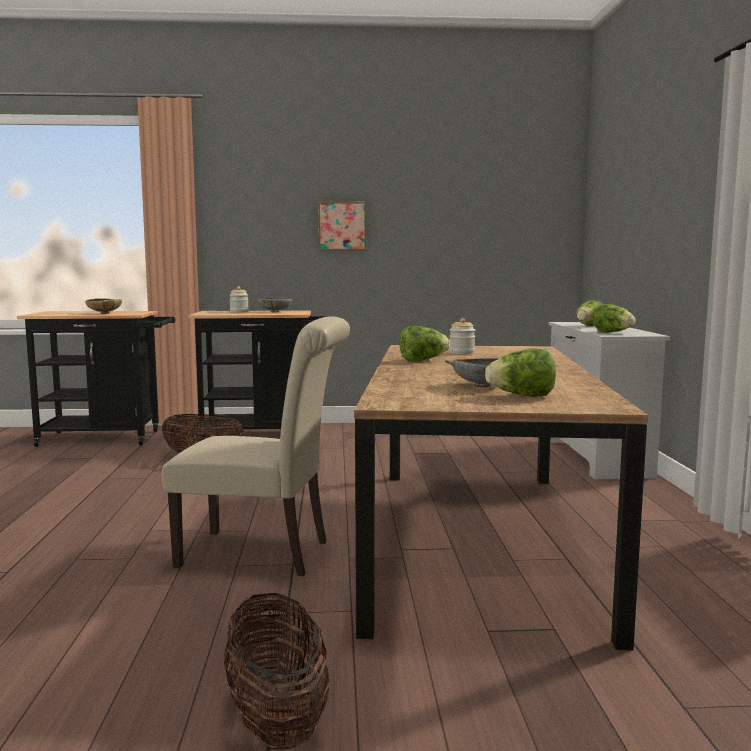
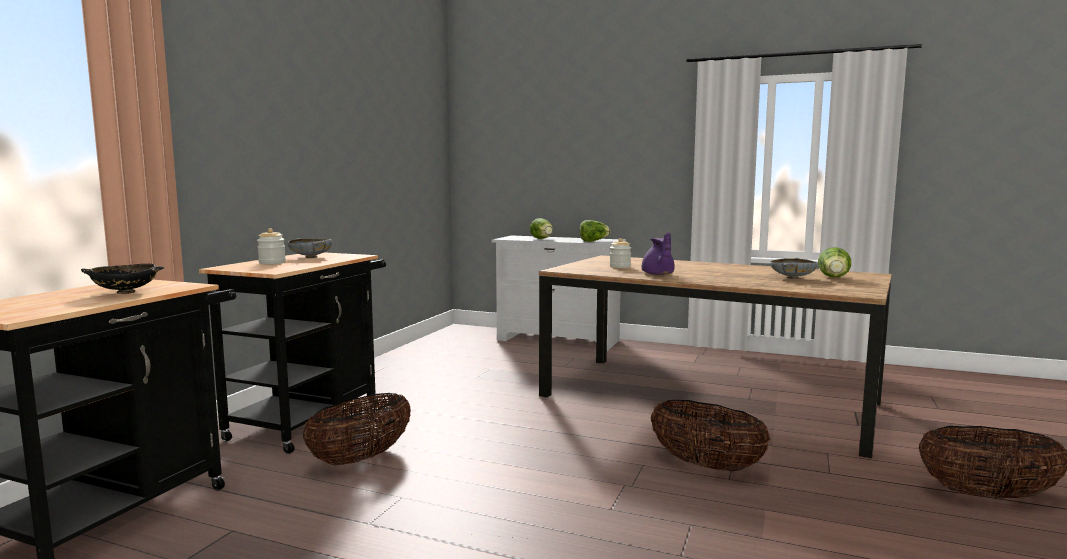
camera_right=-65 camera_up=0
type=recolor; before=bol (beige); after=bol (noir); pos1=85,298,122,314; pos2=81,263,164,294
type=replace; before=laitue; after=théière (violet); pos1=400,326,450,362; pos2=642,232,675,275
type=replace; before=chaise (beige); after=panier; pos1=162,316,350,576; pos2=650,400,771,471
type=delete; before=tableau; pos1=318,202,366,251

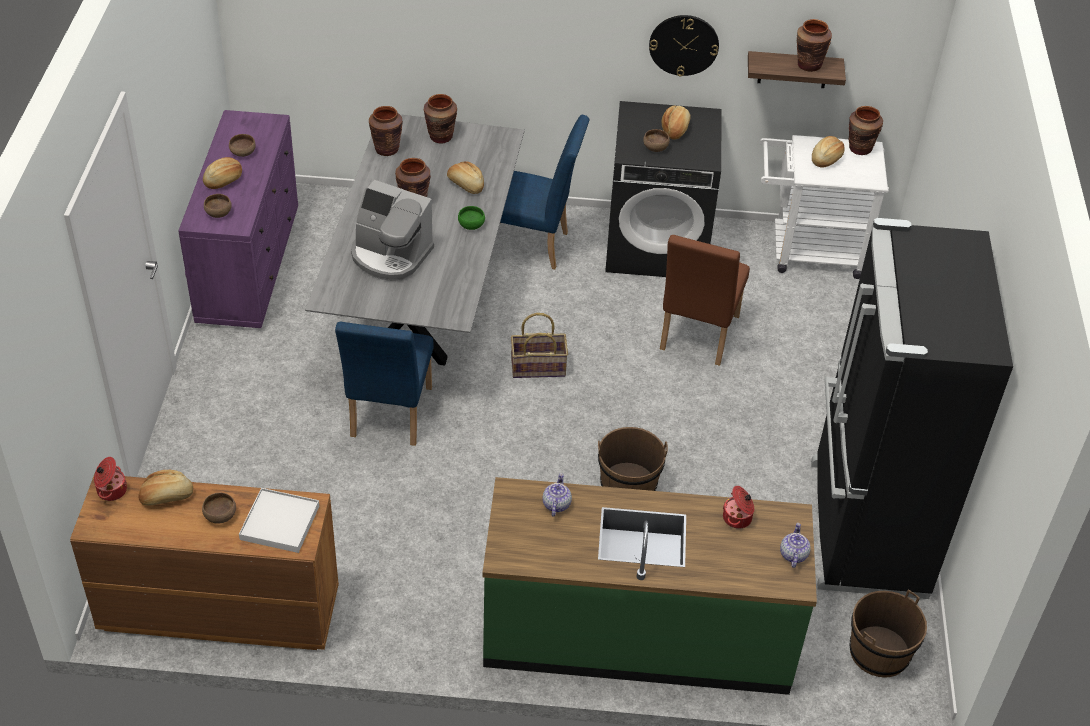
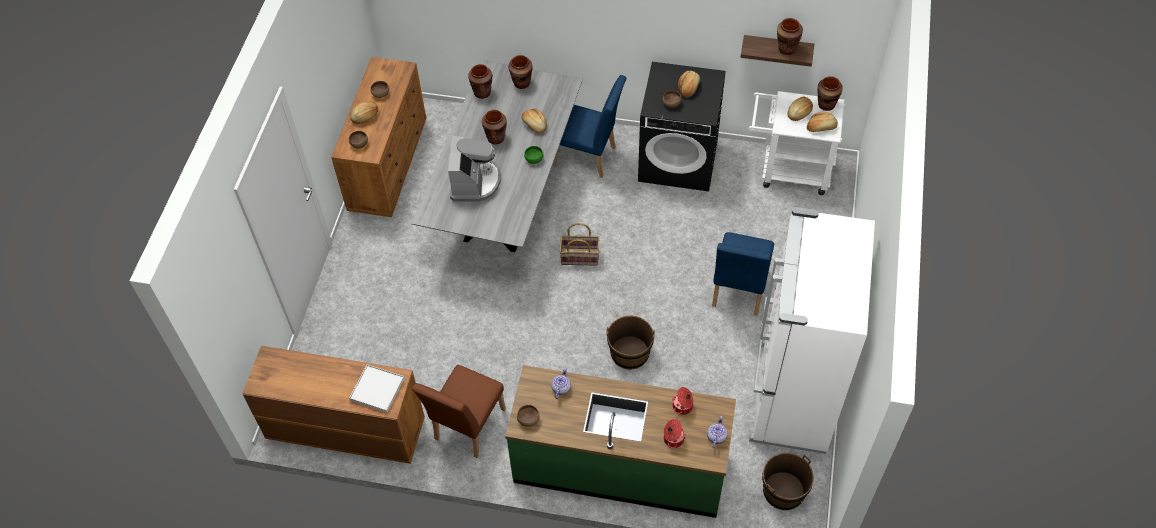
camera_right=10 camera_up=10
type=recolor; before=commode (violet); after=commode (marron); pos1=178,110,298,328; pos2=331,57,426,217
type=move; before=chaise (marron); pos1=660,235,750,366; pos2=412,365,506,458
type=rotate; before=machine à café; pos1=351,180,434,281; pos2=448,136,501,202; turn=-120
type=move; before=bol (marron); pos1=202,493,236,524; pos2=517,405,539,427
type=move; before=marmite; pos1=94,457,127,501; pos2=664,419,685,448
type=move; before=chaise (bleu); pos1=335,321,433,446; pos2=712,232,774,316
type=recolor; before=réfrigérateur (noir); after=réfrigérateur (blanc); pos1=811,218,1013,599; pos2=749,207,875,454
type=move; before=pain; pos1=138,470,193,506; pos2=807,112,838,132
type=delete; before=horloge murale; pos1=649,15,719,77

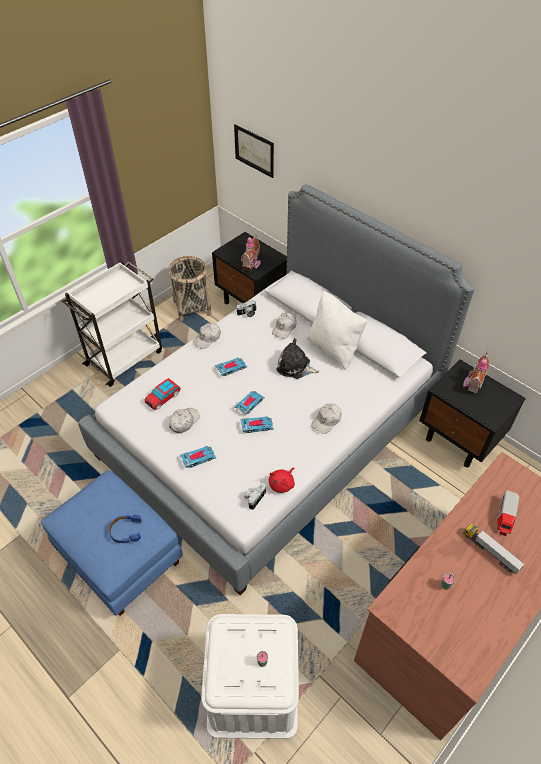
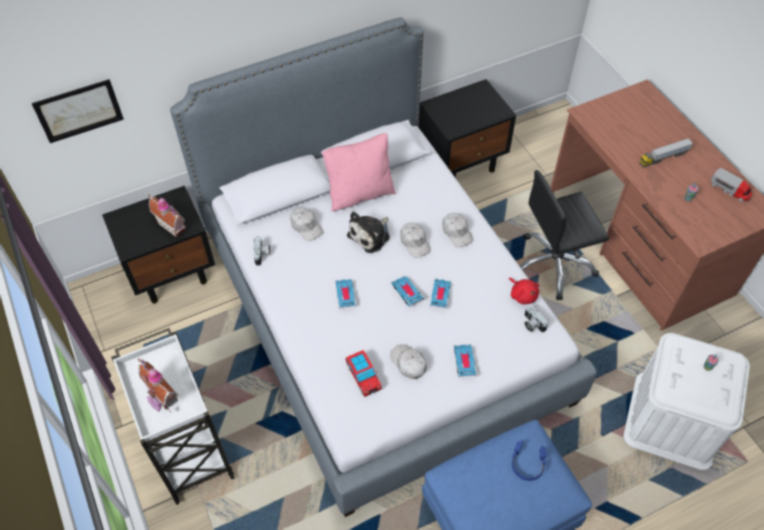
camera_right=-70 camera_up=5
type=move; before=maison miniature; pos1=463,351,489,394; pos2=138,359,179,412
type=recolor; before=coussin (blanc); after=coussin (rose); pos1=307,291,367,370; pos2=322,133,396,211
type=move; before=casquette (blanc); pos1=193,323,221,349; pos2=400,222,431,258
type=insert; after=chaise de bureau (noir); pos2=520,170,609,300
type=move; before=camion jouet; pos1=495,490,519,536; pos2=711,168,752,202
type=delete; before=panier; pos1=168,256,212,321

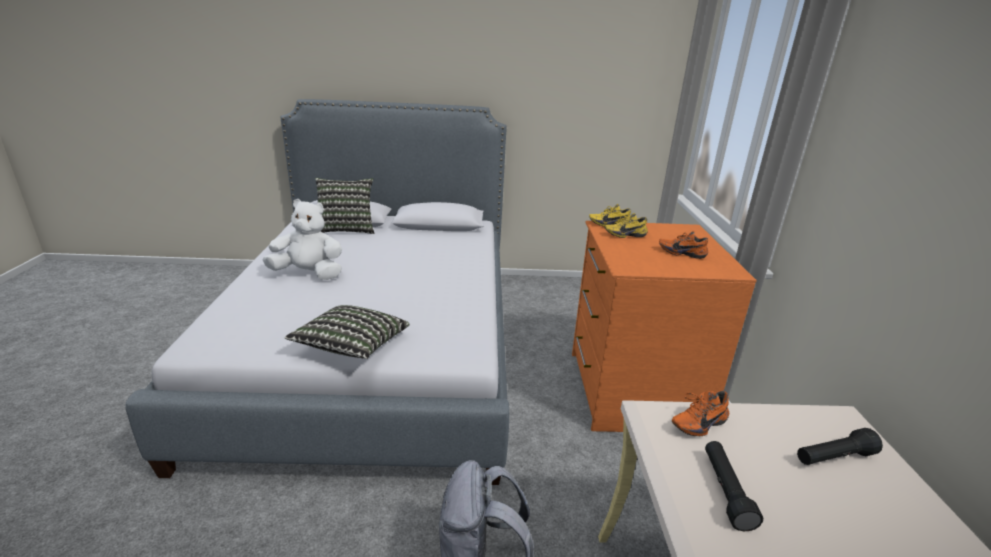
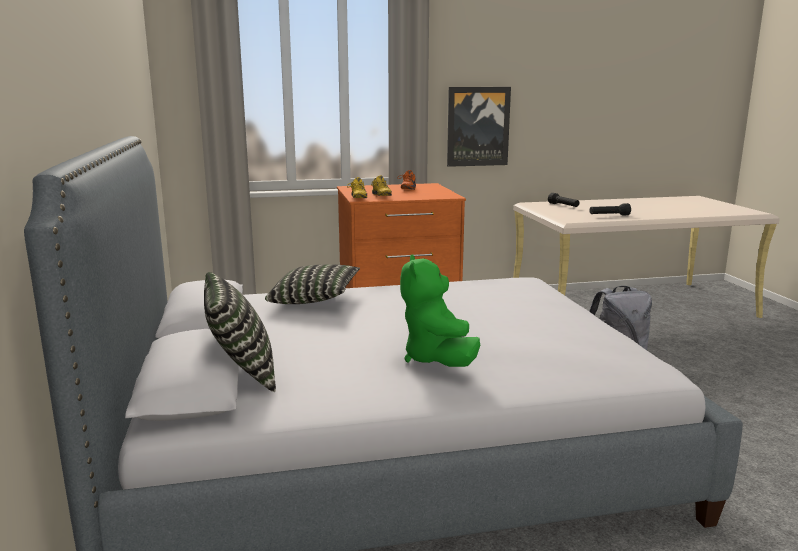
camera_right=-100 camera_up=-10
type=move; before=coussin; pos1=284,305,410,359; pos2=265,264,360,304
type=recolor; before=peluche (blanc); after=peluche (vert); pos1=263,199,342,280; pos2=400,254,480,367
type=insert; after=tableau; pos2=447,87,511,167
type=delete; before=chaussure (orange); pos1=672,390,729,436

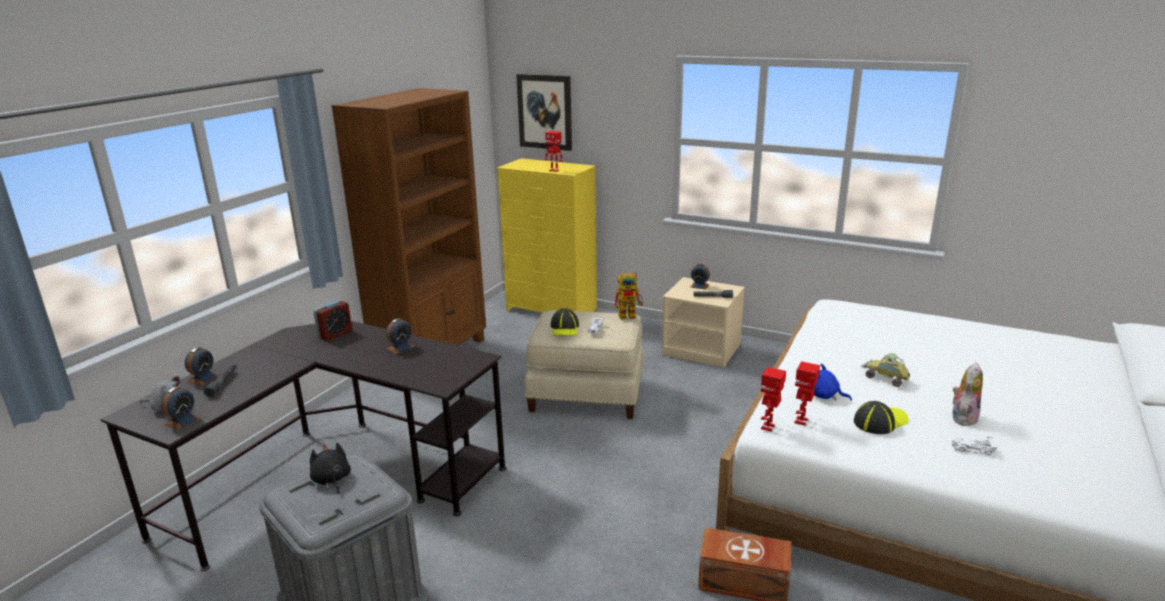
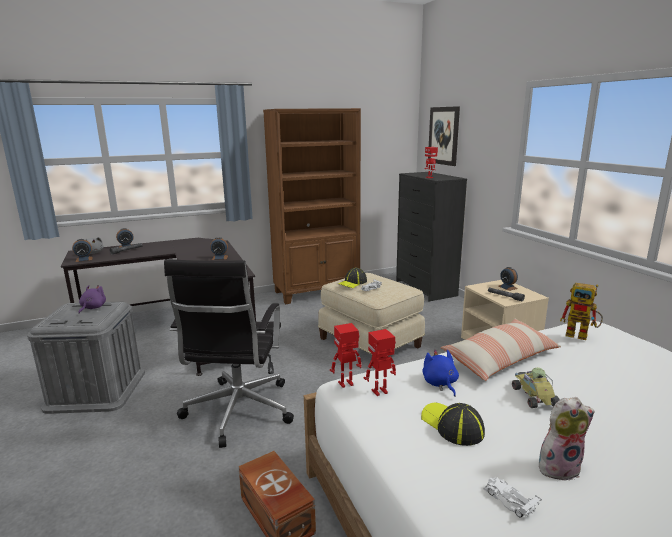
camera_right=40 camera_up=-5
type=recolor; before=peluche (noir); after=peluche (violet); pos1=310,443,351,494; pos2=78,285,106,314
type=insert; after=chaise de bureau (noir); pos2=164,259,294,448
type=recolor; before=commode (jaune); after=commode (noir); pos1=497,158,597,313; pos2=396,172,467,301
type=rotate; before=casquette; pos1=854,401,909,434; pos2=421,402,485,446; turn=-135
type=insert; after=coussin; pos2=441,319,561,381
type=move; before=robot jouet; pos1=614,272,643,319; pos2=560,283,603,340
type=delete; before=réveil; pos1=313,300,352,341

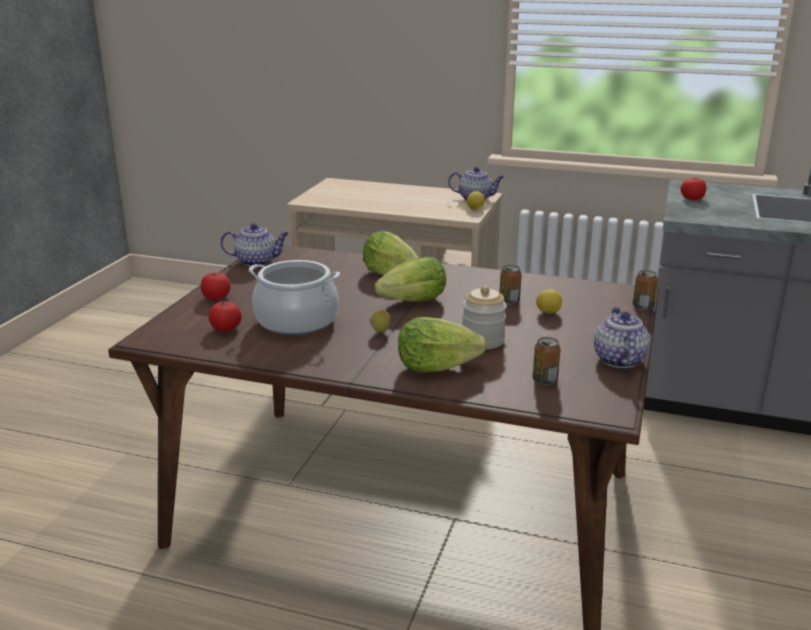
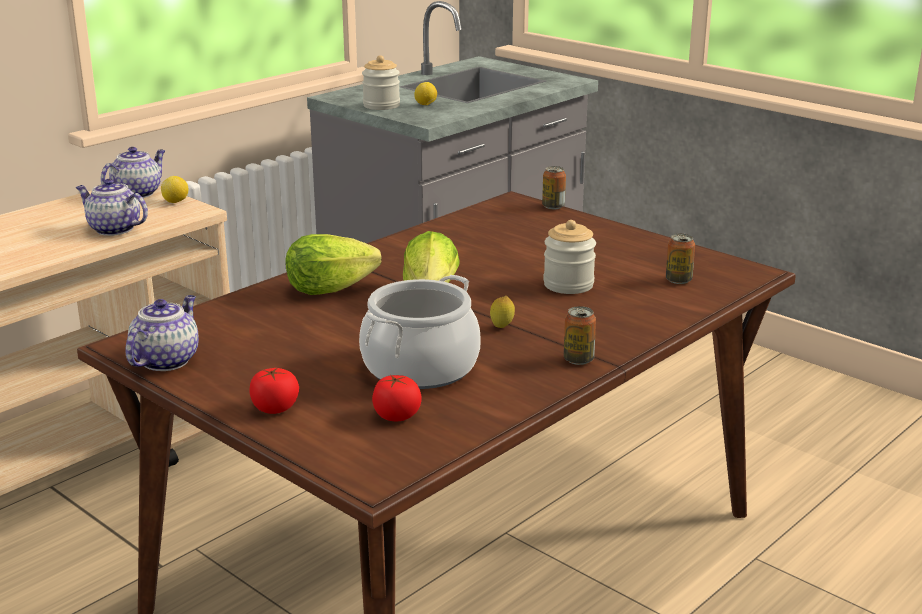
camera_right=-65 camera_up=0
type=move; before=théière; pos1=594,307,650,368; pos2=76,179,148,236
type=replace; before=tomate; after=bocal; pos1=681,178,706,200; pos2=362,55,400,110
type=move; before=citron; pos1=536,289,562,314; pos2=414,82,437,105
type=move; before=boîte métallique; pos1=499,265,522,304; pos2=564,306,596,365
type=delete; before=laitue; pos1=398,317,486,372

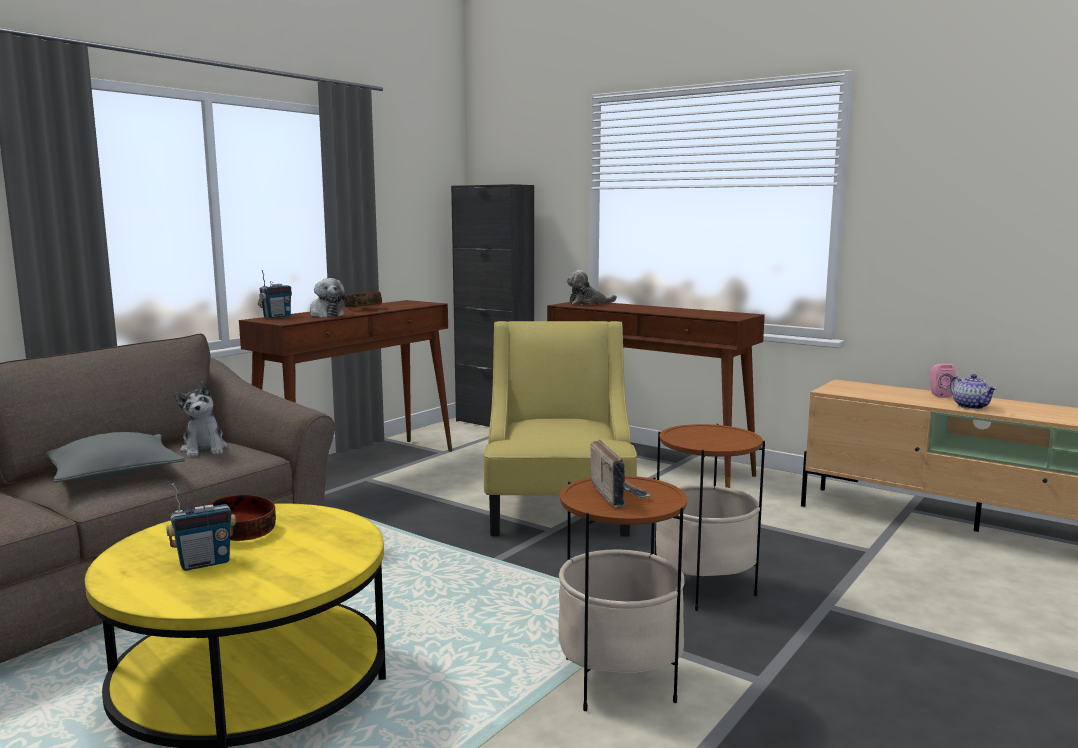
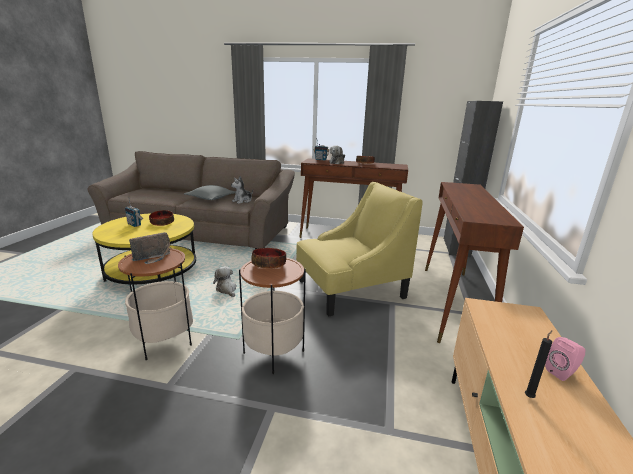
camera_right=65 camera_up=10
type=move; before=peluche; pos1=567,270,617,305; pos2=213,266,237,297
type=insert; after=bol; pos2=251,248,286,269
type=replace; before=théière; after=bougie (noir); pos1=950,374,997,409; pos2=525,330,552,398

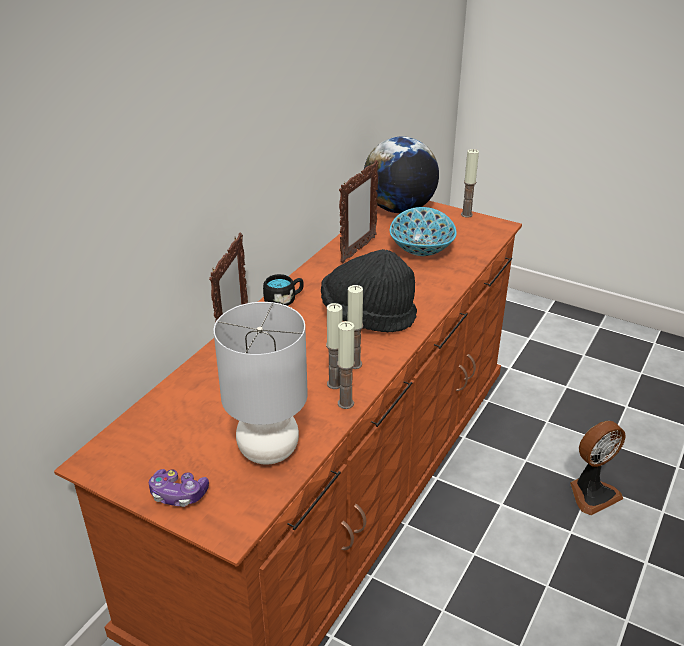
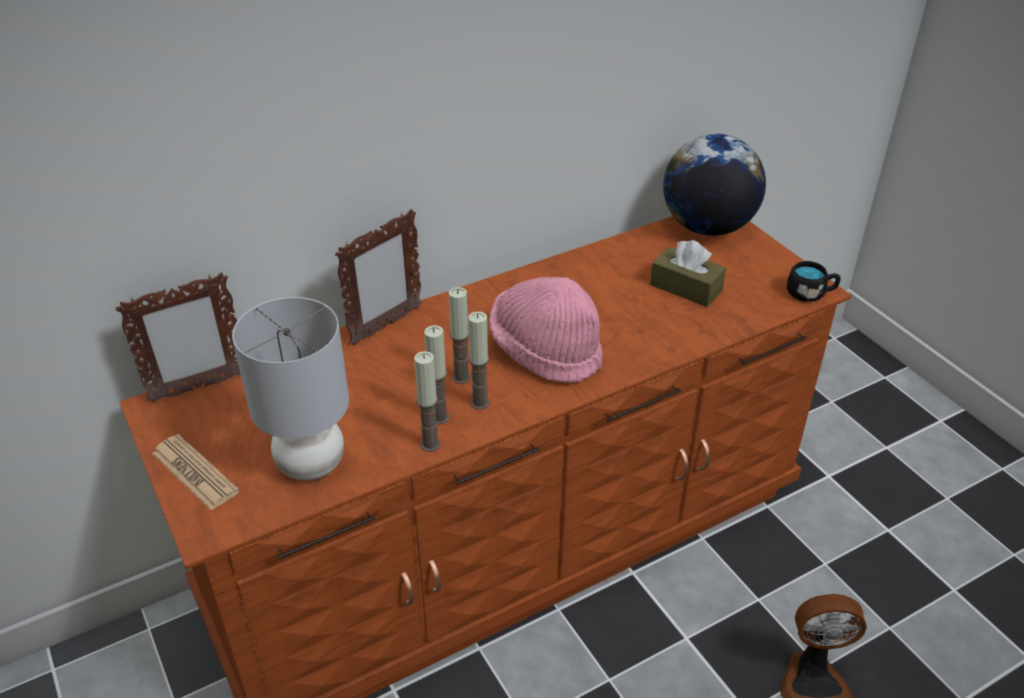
camera_right=30 camera_up=5
type=move; before=cadre photo; pos1=339,160,379,263; pos2=115,273,241,403
type=replace; before=manette; after=journal; pos1=149,469,209,507; pos2=152,434,240,511
type=move; before=bougie; pos1=461,149,479,218; pos2=449,287,471,384
type=recolor; before=chapeau (noir); after=chapeau (rose); pos1=321,249,417,332; pos2=489,277,603,383
type=replace; before=bol; after=boîte à mouchoirs (marron); pos1=390,207,457,256; pos2=650,240,726,307
type=move; before=mug (noir); pos1=263,274,303,306; pos2=787,261,841,302

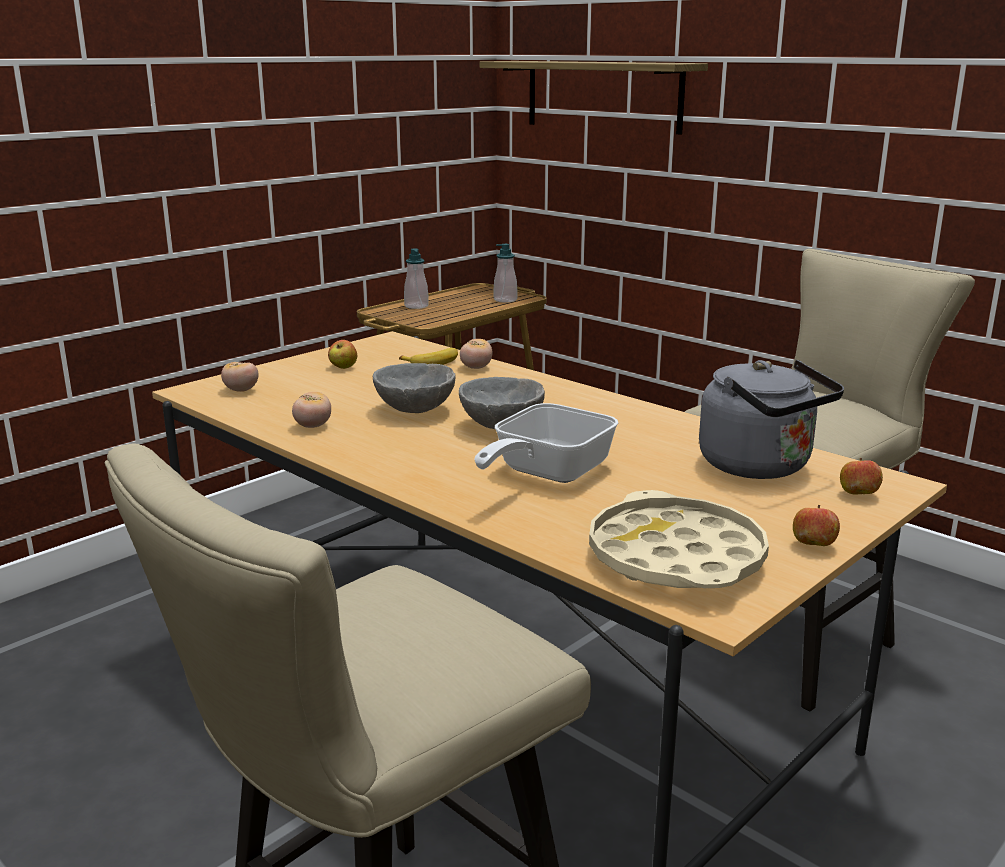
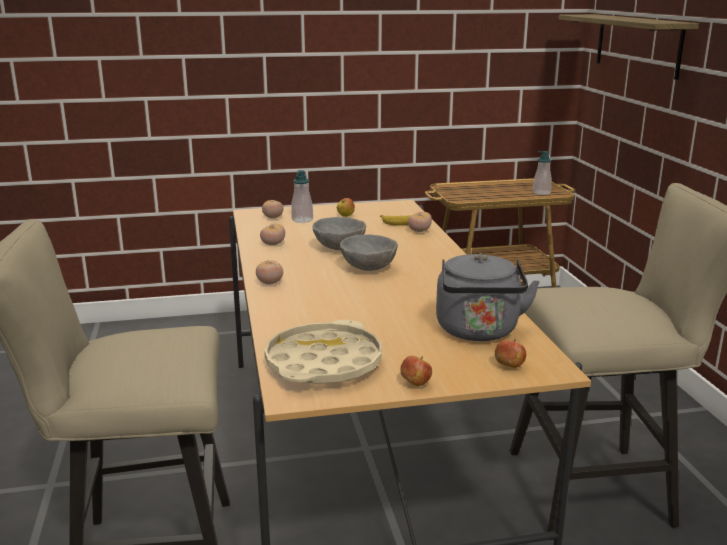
camera_right=35 camera_up=0
type=insert; after=tomate; pos2=256,260,283,285
type=move; before=distributeur de savon; pos1=404,249,429,309; pos2=291,170,313,223
type=delete; before=poêle; pos1=474,403,618,483

